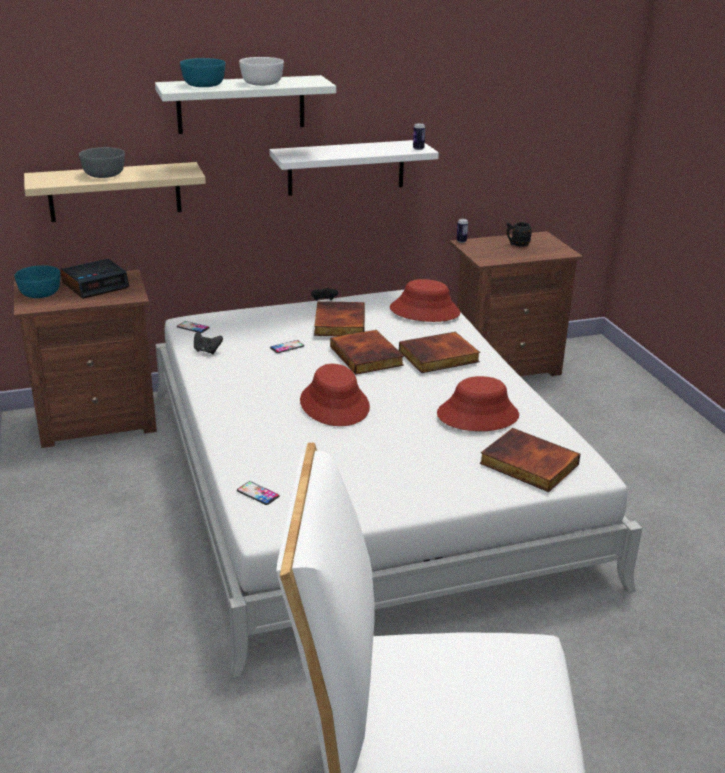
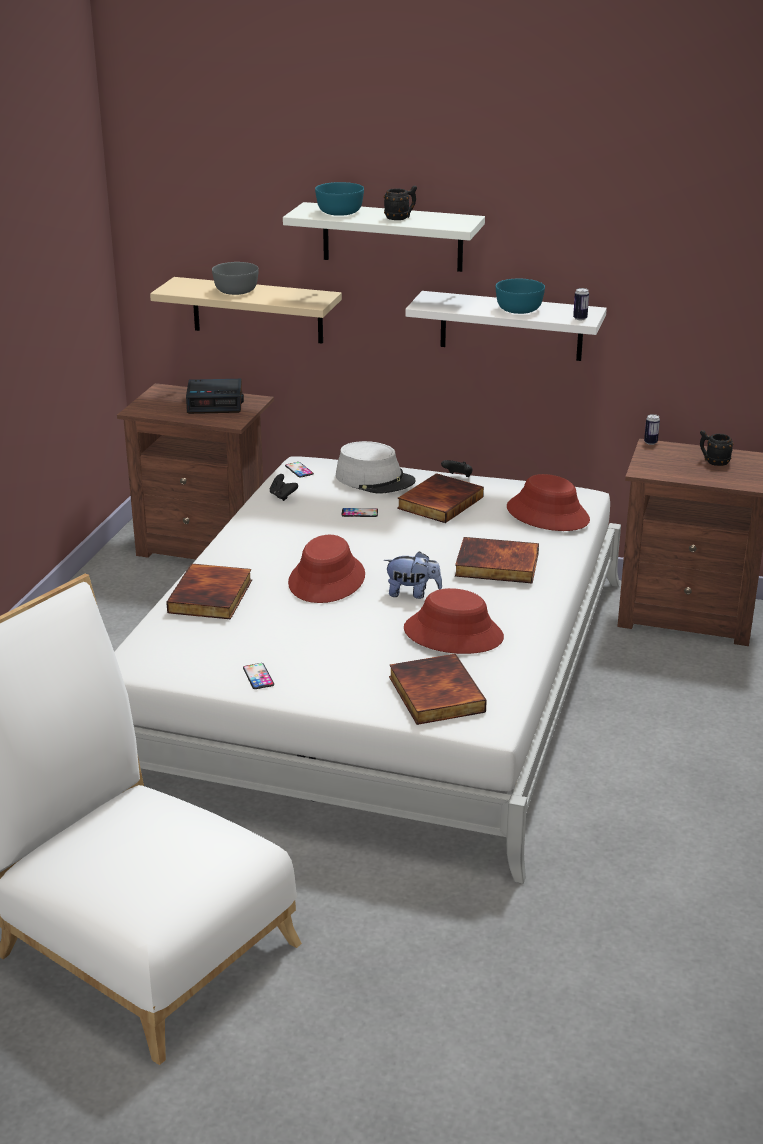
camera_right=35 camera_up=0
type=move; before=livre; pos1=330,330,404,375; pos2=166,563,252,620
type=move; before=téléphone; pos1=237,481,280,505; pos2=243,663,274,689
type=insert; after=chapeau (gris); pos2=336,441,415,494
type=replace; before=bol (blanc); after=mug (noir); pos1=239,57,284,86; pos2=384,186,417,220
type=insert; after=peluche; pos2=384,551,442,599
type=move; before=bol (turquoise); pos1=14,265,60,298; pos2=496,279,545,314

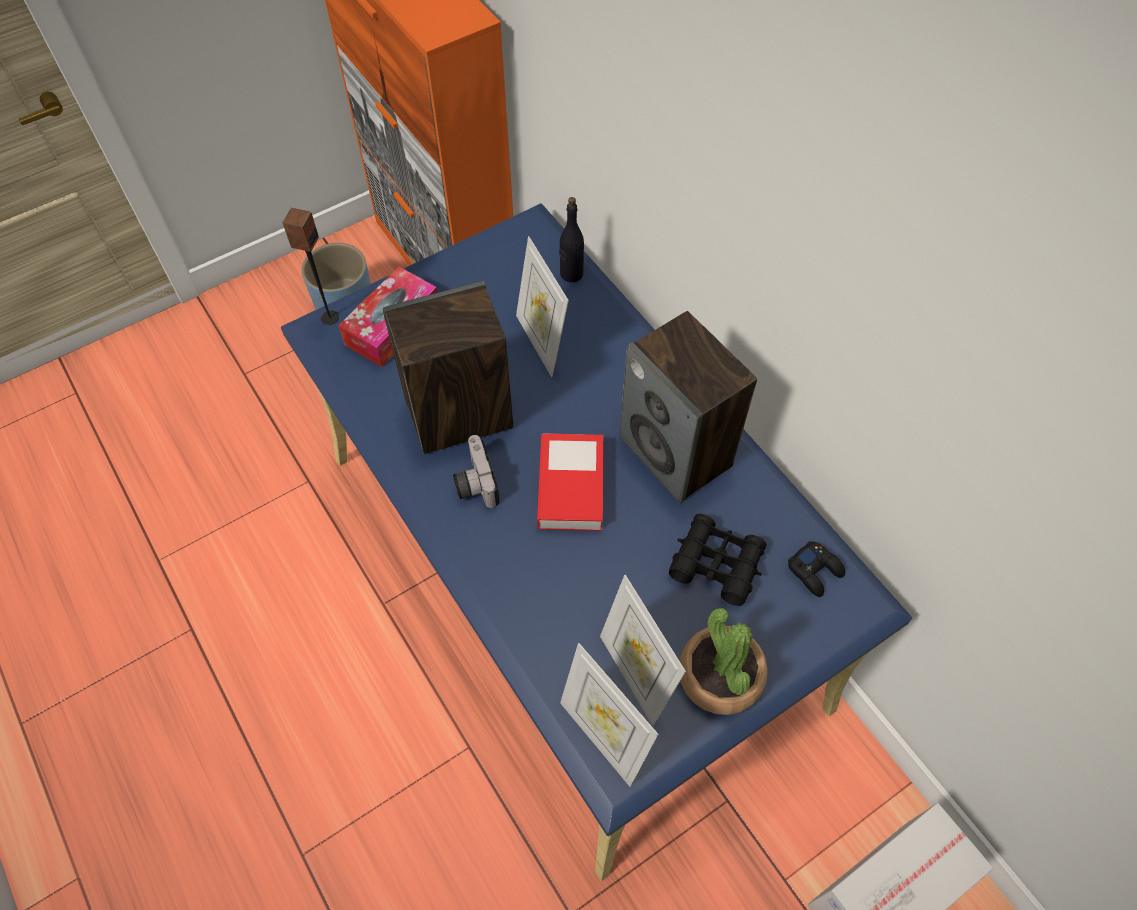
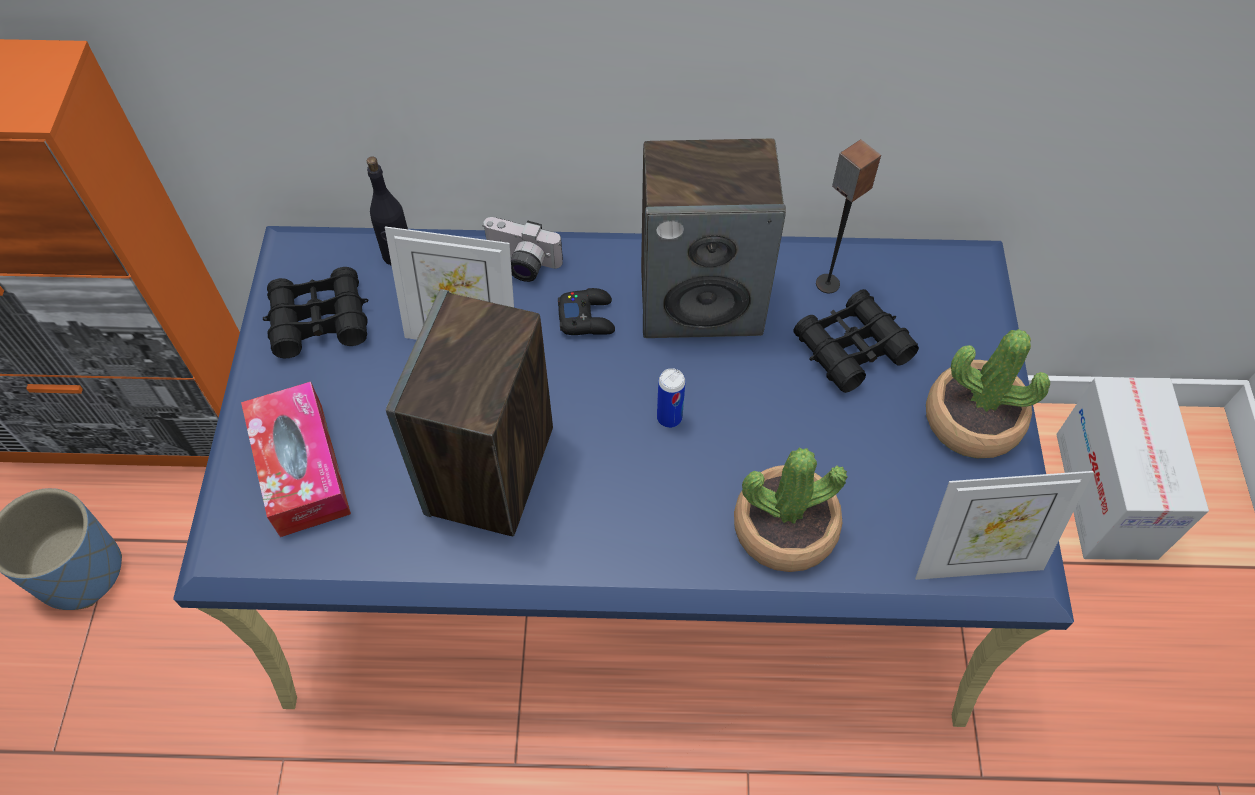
camera_right=-55 camera_up=0
type=insert; after=jumelles (noir); pos2=263,267,369,358
type=move; before=appareil photo; pos1=453,435,500,508; pos2=482,217,563,282
type=move; before=manette (noir); pos1=788,541,845,597; pos2=558,288,615,335
type=replace; before=livre; after=boîte métallique; pos1=537,433,604,531; pos2=657,368,686,428
type=insert; after=plante en pot; pos2=734,448,848,572
type=move; before=enceinte; pos1=282,208,339,325; pos2=816,139,881,293
type=delete; before=cadre photo; pos1=600,575,686,726

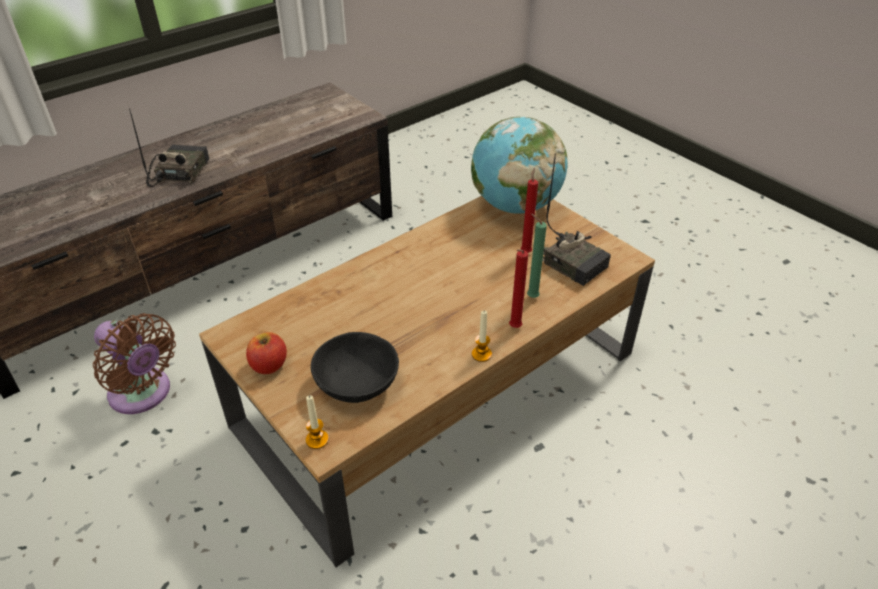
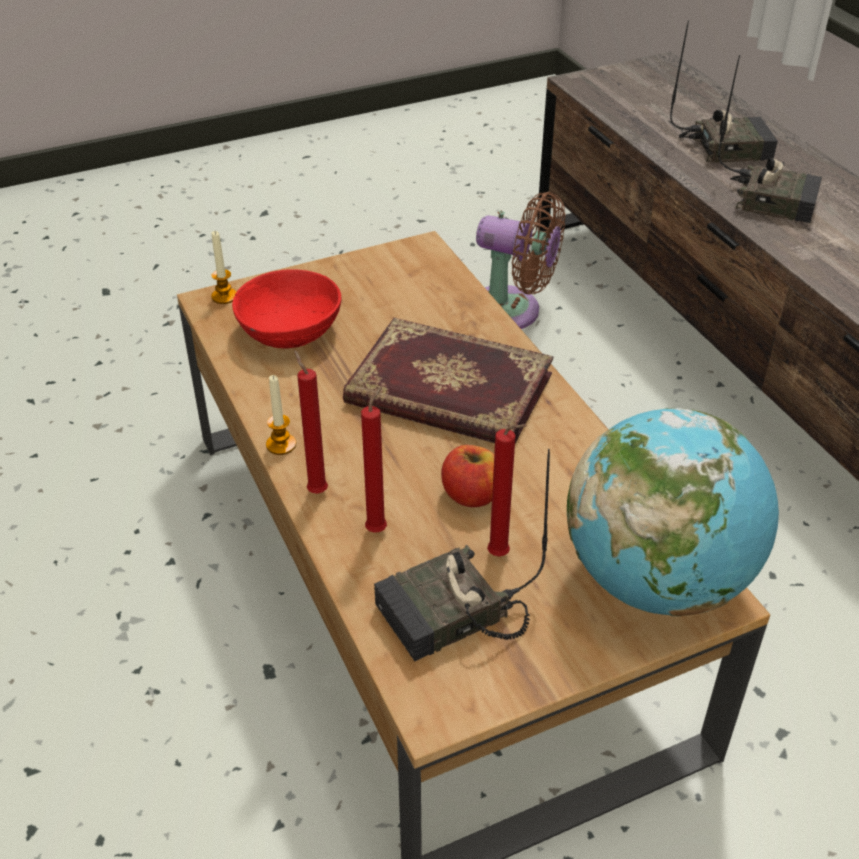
camera_right=105 camera_up=0
type=recolor; before=bol (noir); after=bol (rouge); pos1=311,332,399,403; pos2=232,269,341,349
type=insert; after=livre; pos2=343,318,554,443
type=recolor; before=bougie (vert); after=bougie (rouge); pos1=527,214,547,298; pos2=361,386,387,533
type=move; before=pomme; pos1=246,332,287,374; pos2=441,445,494,507
type=rotate; before=ventilateur (marron); pos1=93,313,176,414; pos2=476,192,565,329; turn=-120
type=insert; after=radio; pos2=670,20,778,163

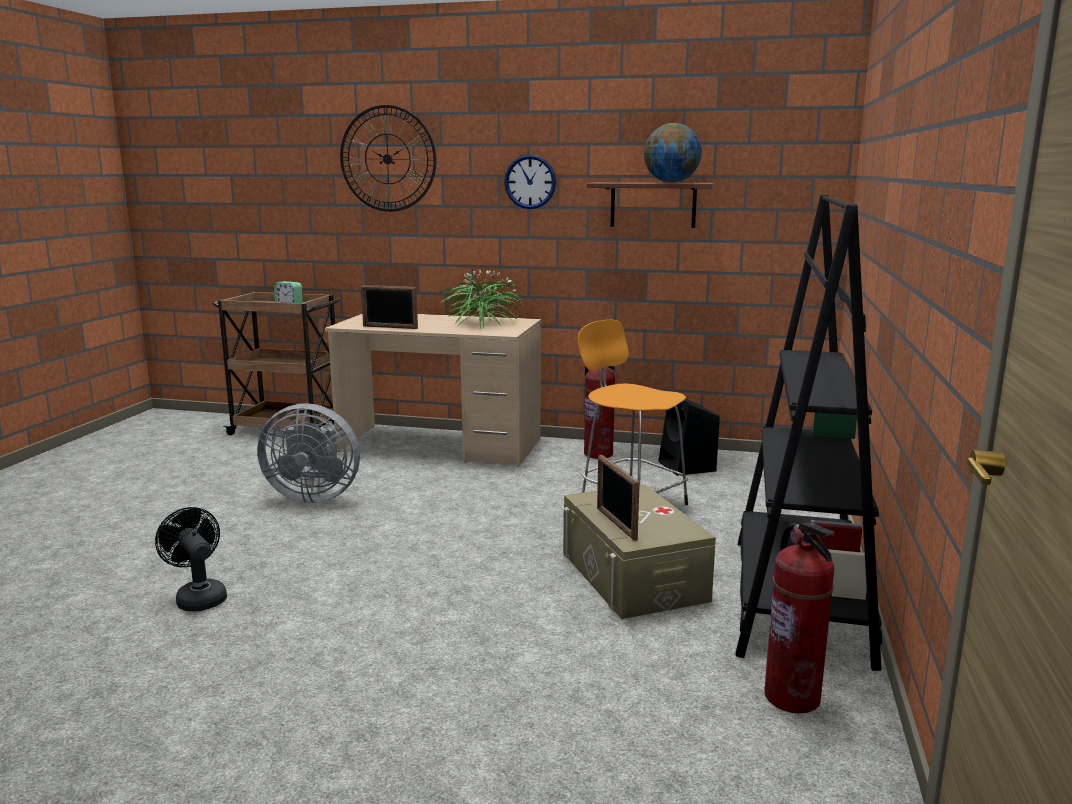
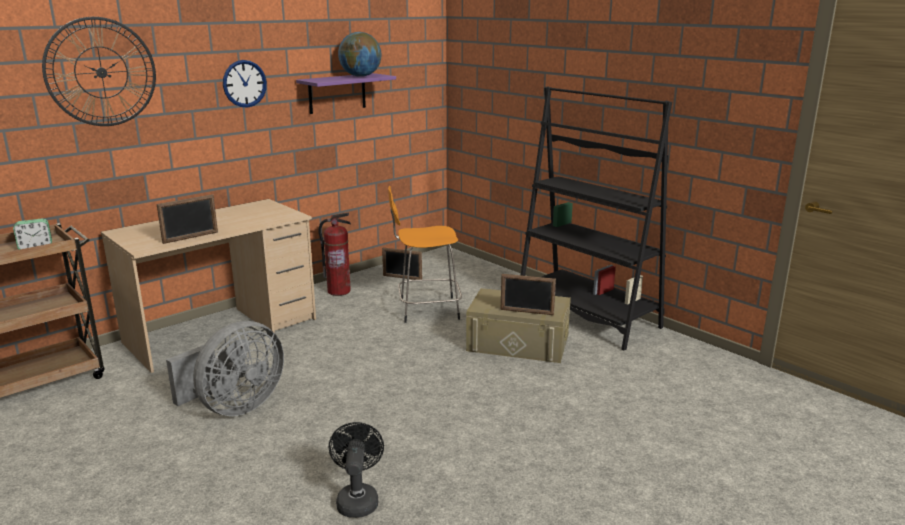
camera_right=-55 camera_up=5
type=recolor; before=étagère (marron); after=étagère (violet); pos1=587,182,714,228; pos2=296,73,396,114
type=rotate; before=ventilateur (noir); pos1=155,507,227,611; pos2=329,422,384,518; turn=90
type=replace; before=enceinte (noir); after=cadre photo; pos1=658,399,720,476; pos2=382,248,422,280
type=delete; before=plante en pot; pos1=437,270,525,329
type=delete; before=extincteur; pos1=764,522,835,714

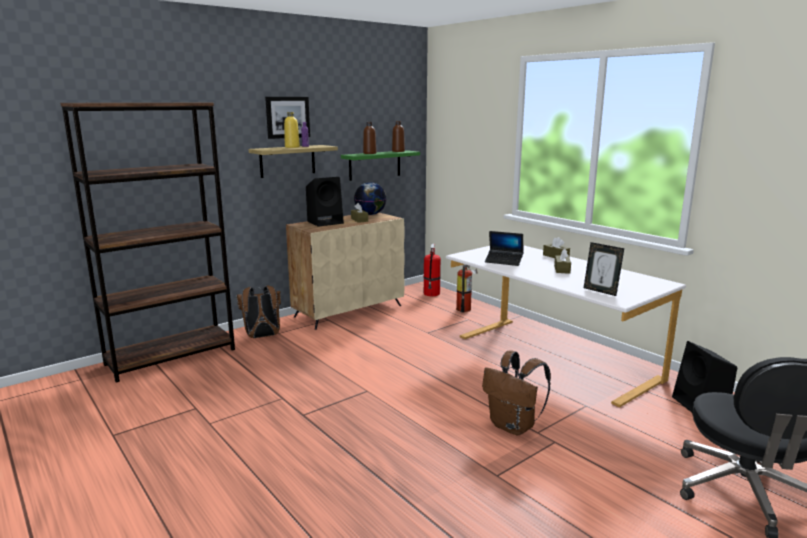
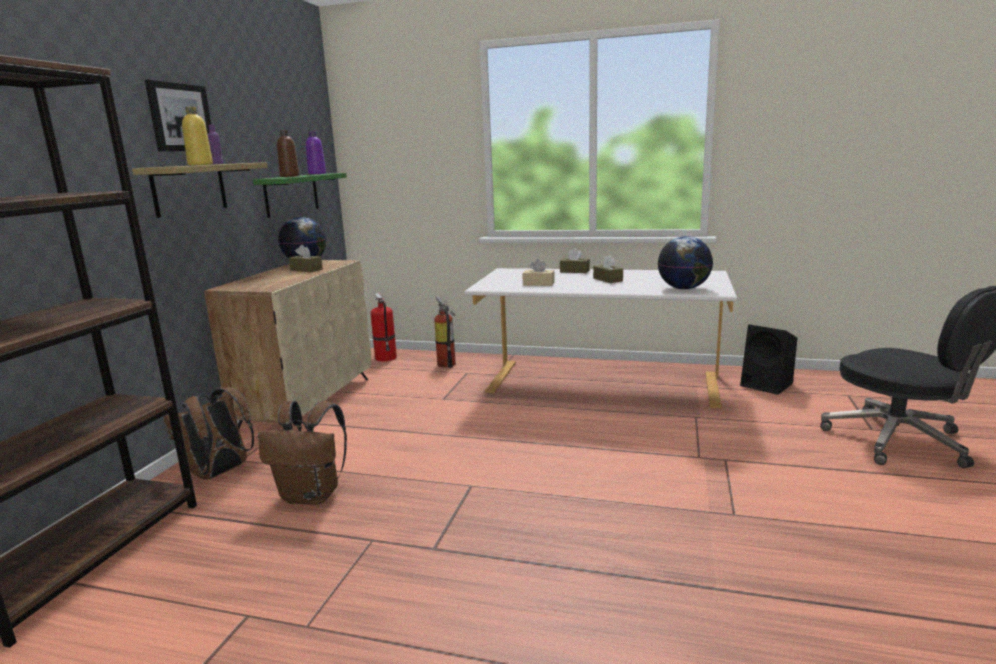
camera_right=-35 camera_up=0
type=move; before=sac à dos (marron); pos1=482,350,551,435; pos2=258,401,347,504
type=recolor; before=bouteille (marron); after=bouteille (violet); pos1=392,121,405,152; pos2=306,131,326,175
type=replace; before=ordinateur portable; after=boîte à mouchoirs (beige); pos1=485,231,524,266; pos2=522,259,555,286
type=replace; before=cadre photo; after=globe; pos1=584,242,624,296; pos2=658,236,713,290
type=delete; before=enceinte (noir); pos1=306,177,344,227

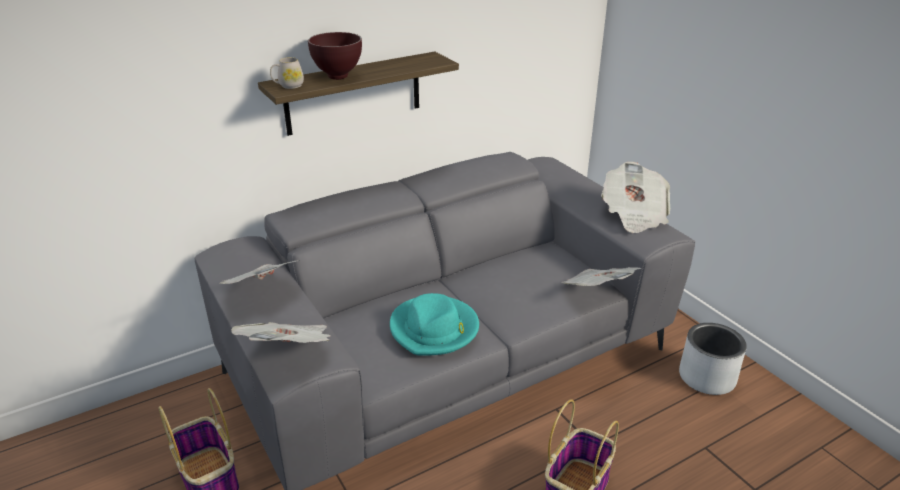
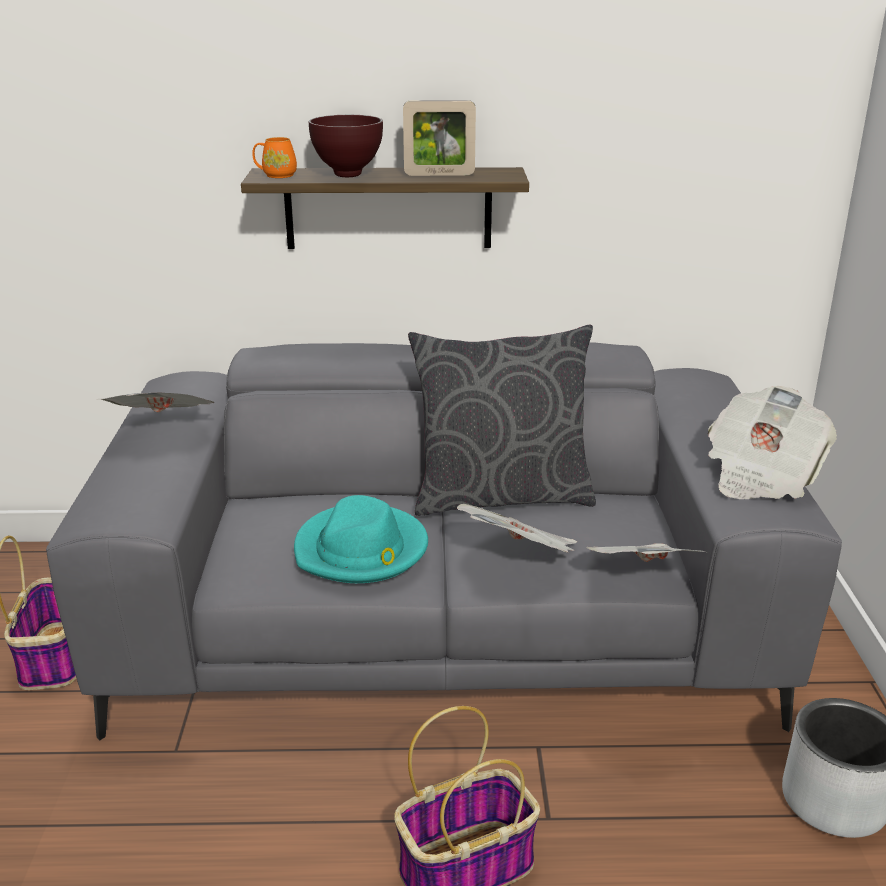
camera_right=30 camera_up=-5
type=recolor; before=mug (blanc); after=mug (orange); pos1=270,57,304,89; pos2=252,137,297,178
type=insert; after=cadre photo; pos2=403,100,476,176
type=insert; after=coussin (gris); pos2=408,324,596,516
type=move; before=journal; pos1=231,322,331,343; pos2=457,504,577,553

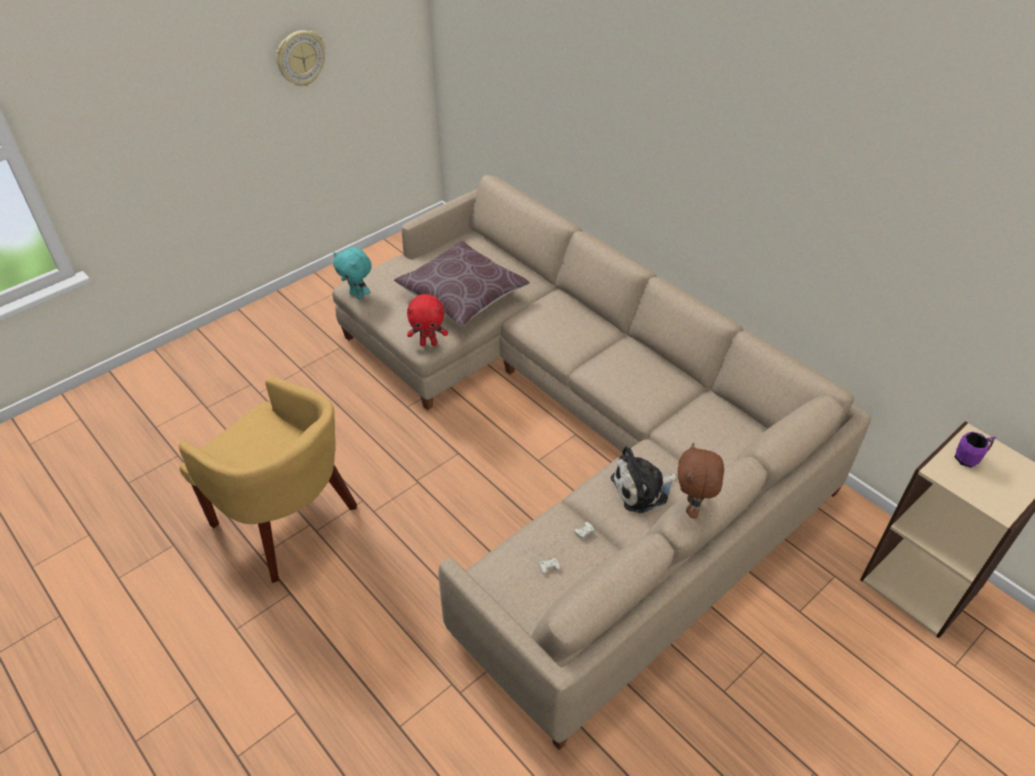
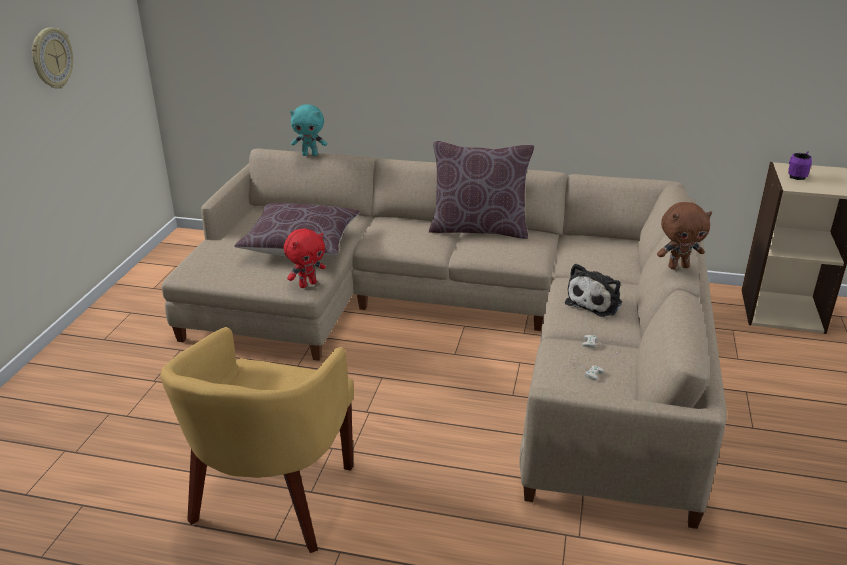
camera_right=-35 camera_up=-15
type=rotate; before=fauteuil (jaune); pos1=178,377,357,583; pos2=160,327,354,553; turn=105
type=move; before=peluche (turquoise); pos1=333,247,372,299; pos2=290,104,327,156
type=insert; after=coussin (marron); pos2=429,141,534,239
type=rotate; before=peluche (marron); pos1=677,443,724,518; pos2=657,202,712,269; turn=-75

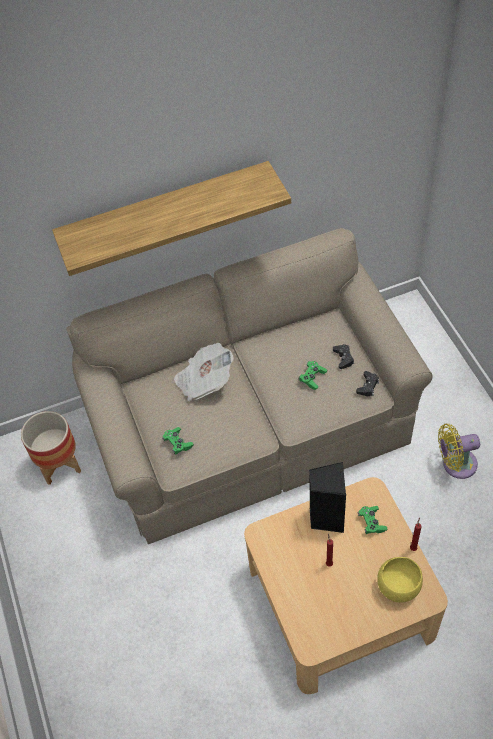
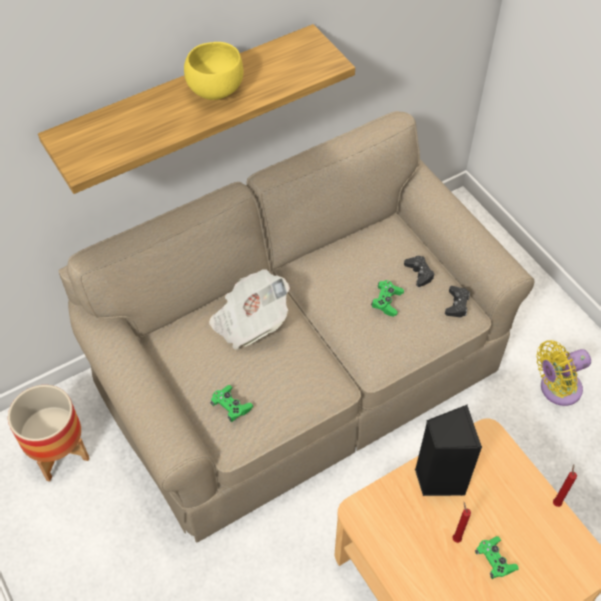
camera_right=-15 camera_up=0
type=move; before=bol (jaune); pos1=377,557,423,603; pos2=184,42,243,100
type=move; before=manette (vert); pos1=357,506,387,534; pos2=475,536,519,579

